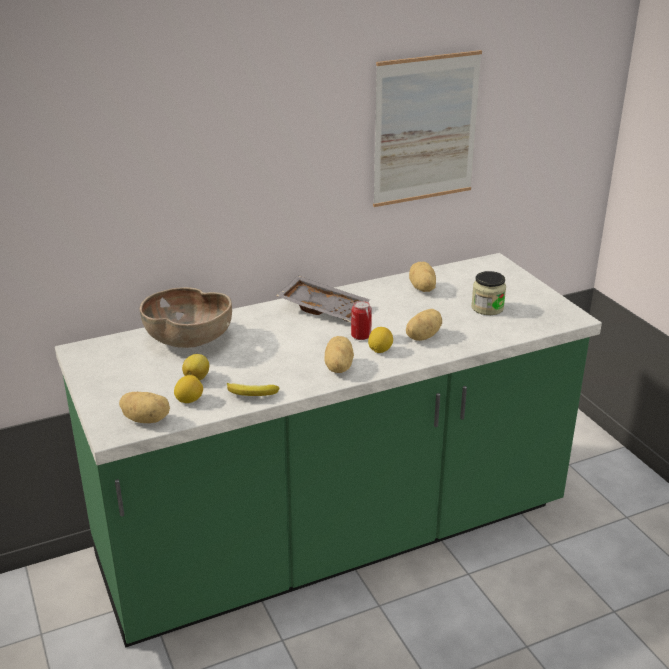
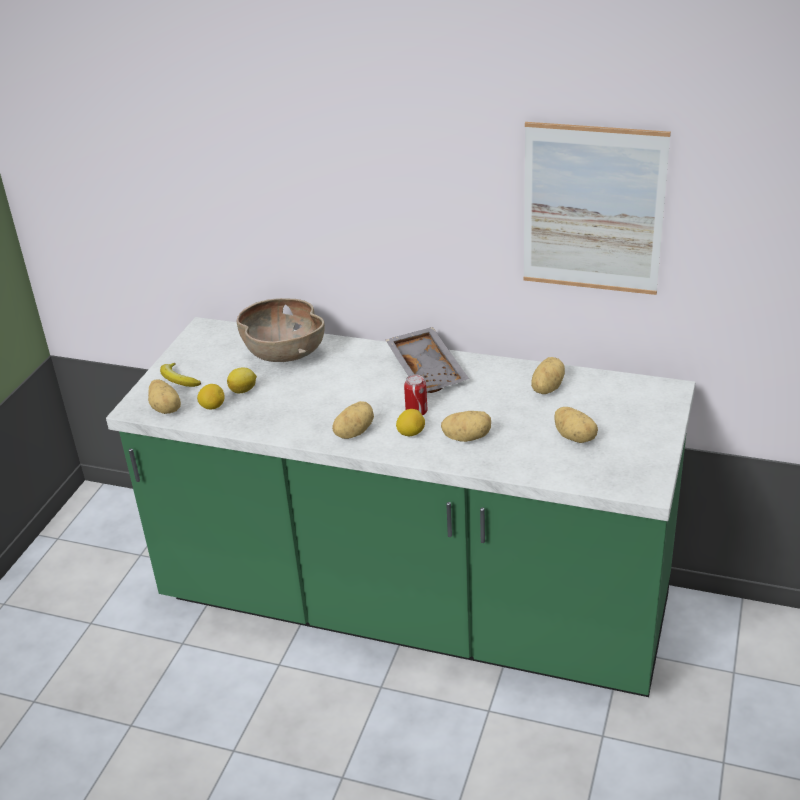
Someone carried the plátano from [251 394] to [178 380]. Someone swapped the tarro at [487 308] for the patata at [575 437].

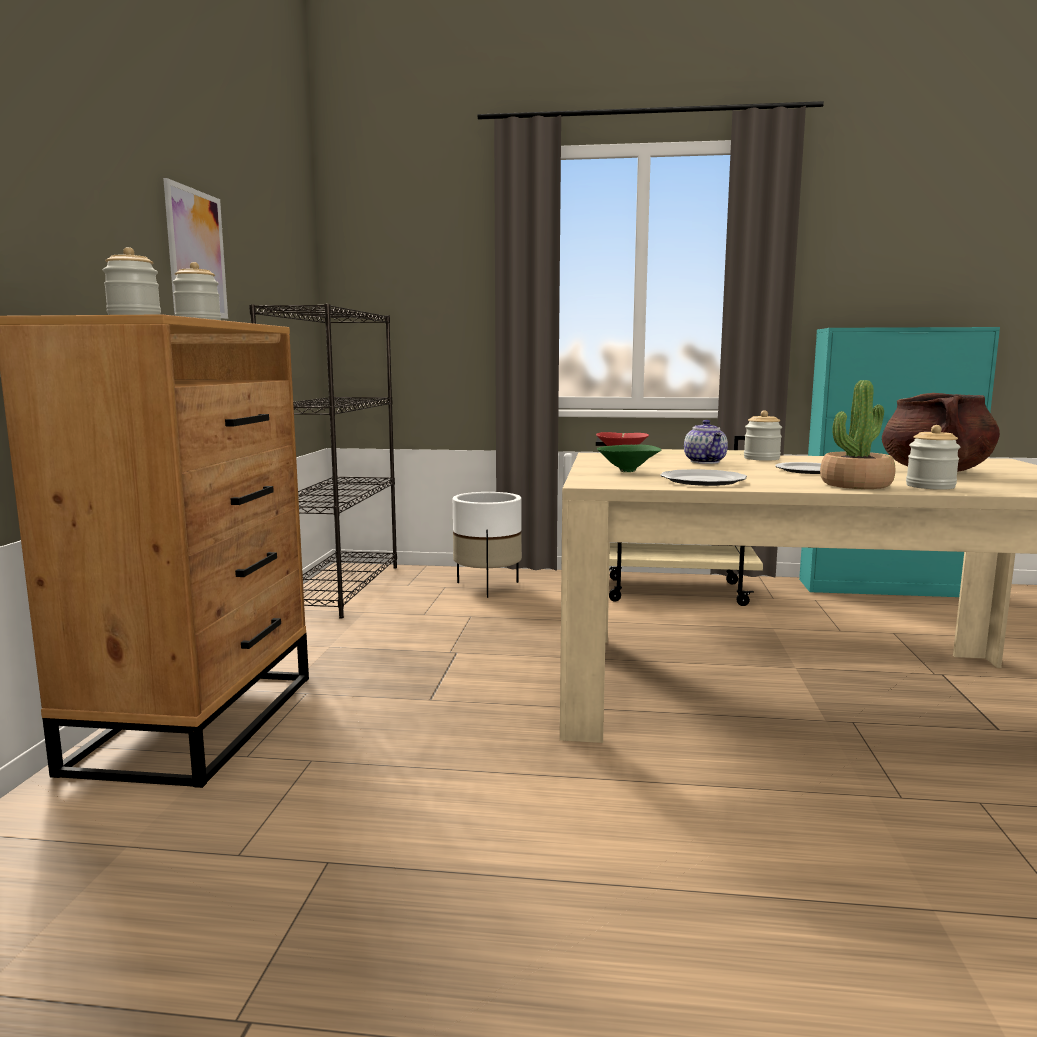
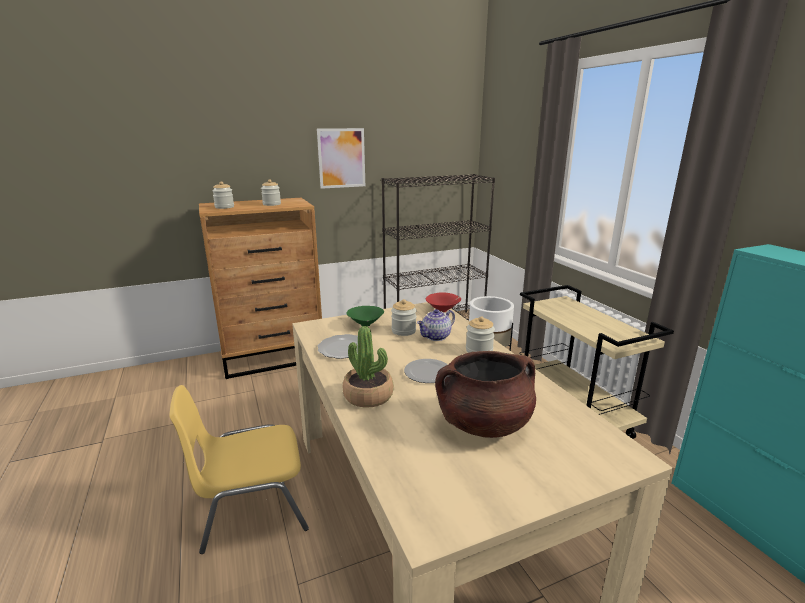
Someone put down the silla/amarillo at [252 507]. Someone carried the tarro from [930 486] to [403 331].

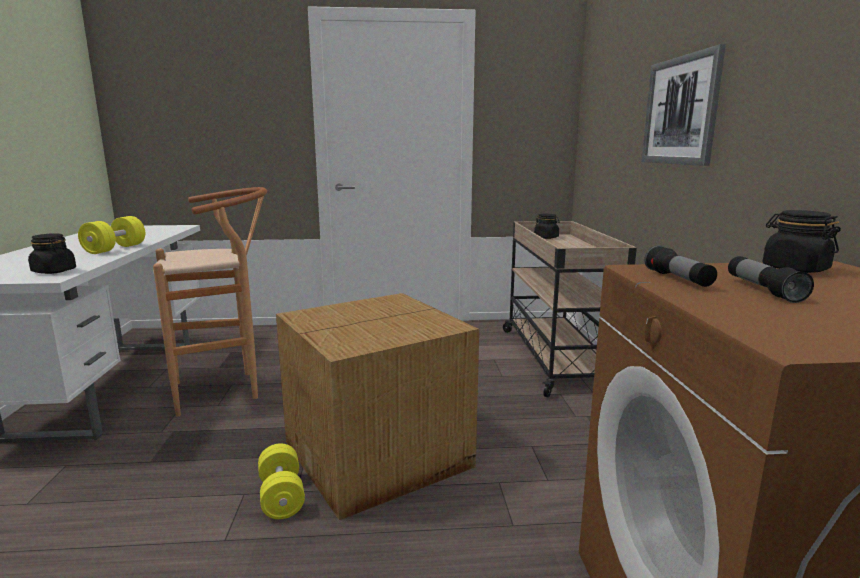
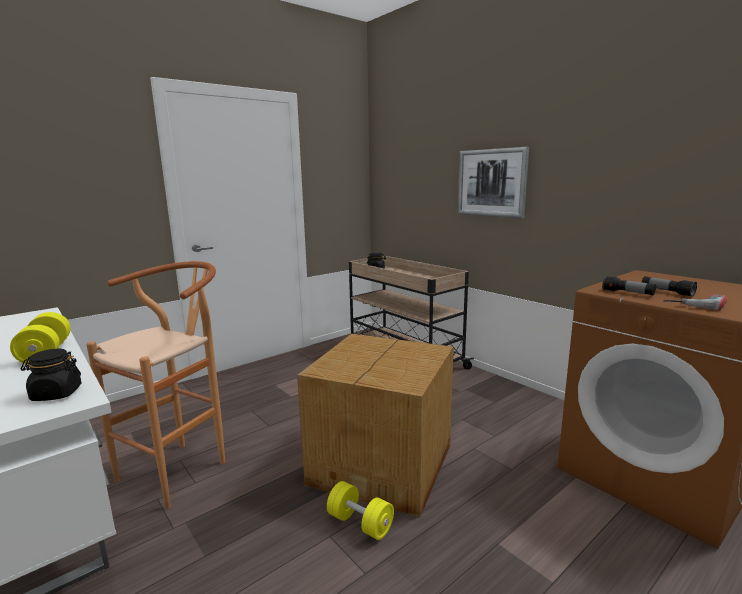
Someone put down the taladro at [695 304]. Someone took away the tarro/negro at [794 269].

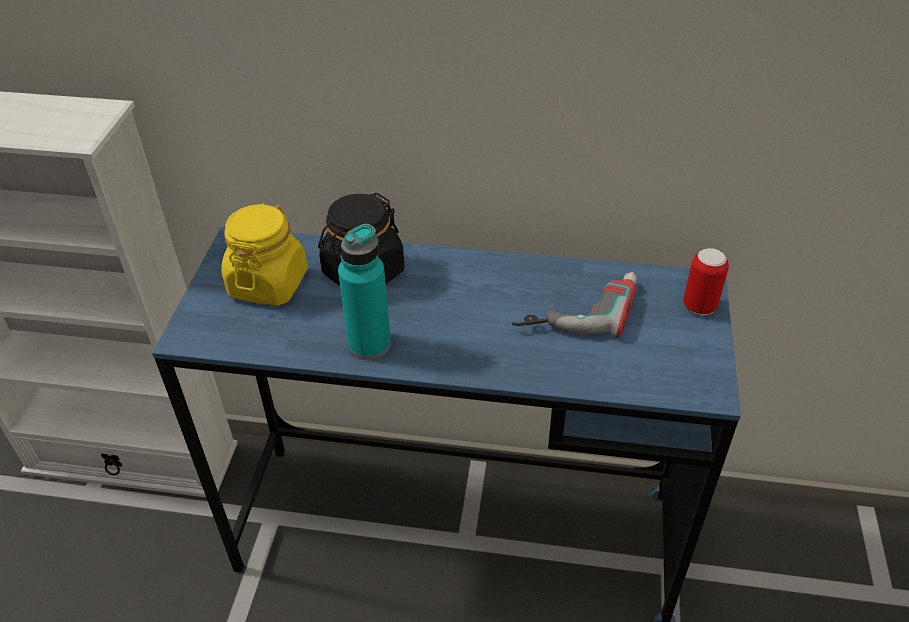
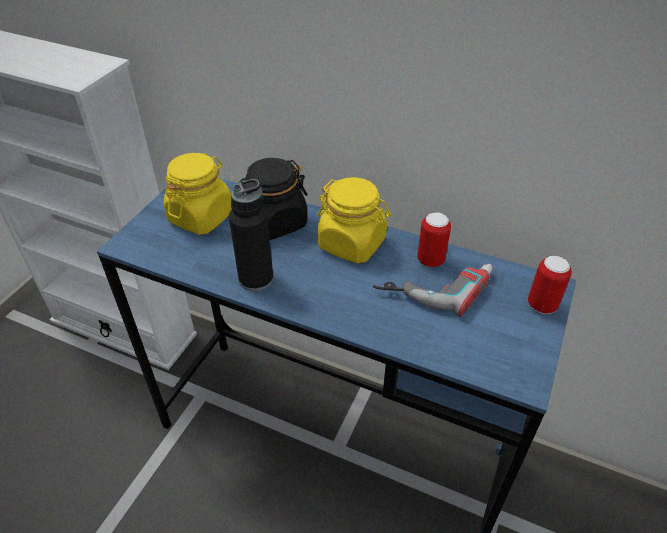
Someone repainted the botella/turquesa at [369 344], which became the botella/negro at [256 279]. Someone put down the tarro/amarillo at [352 244]. Someone put down the lata at [430 260].

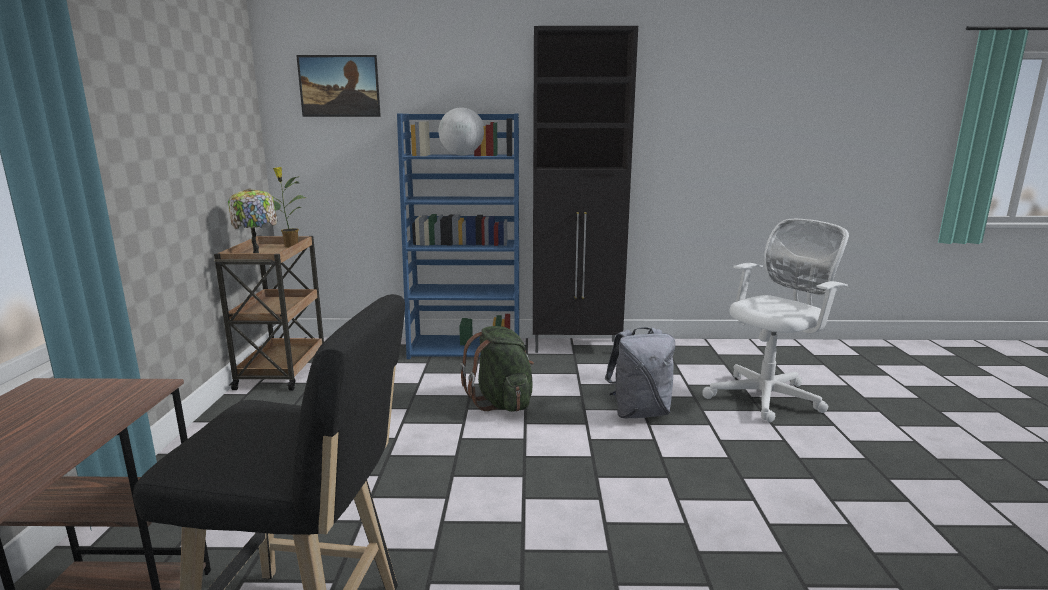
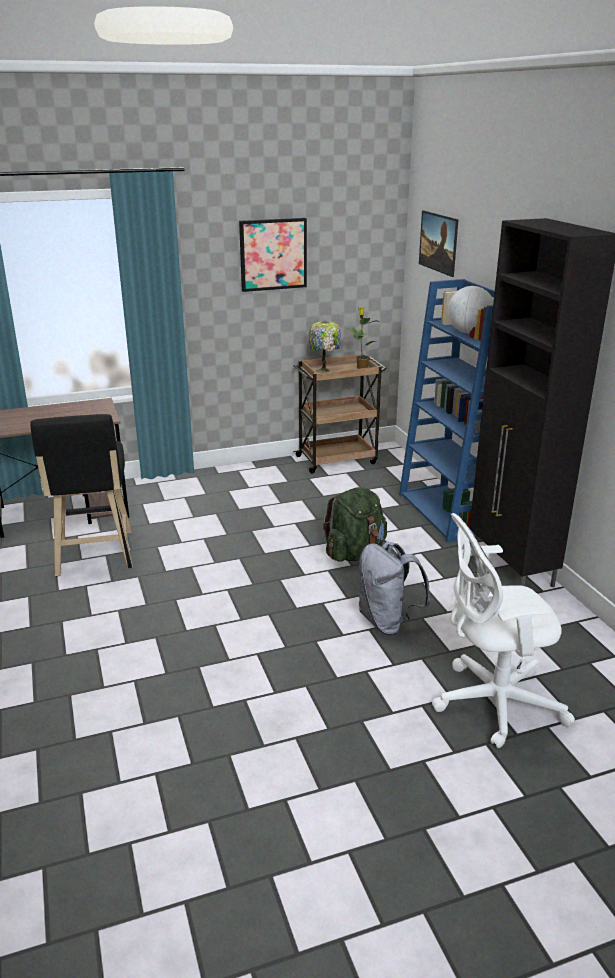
Someone put up the cuadro at [273 254]. Someone rotated the silla de oficina/blanco at [768 396] by 135 degrees clockwise.

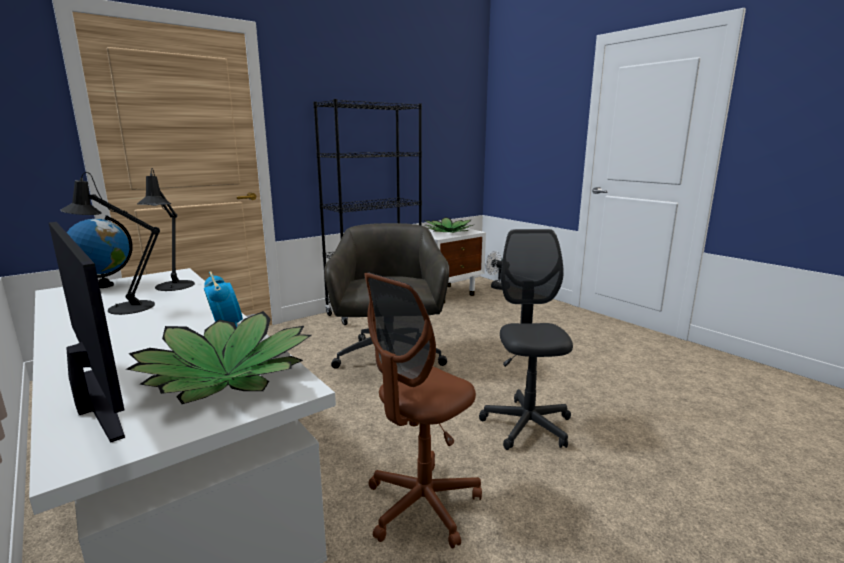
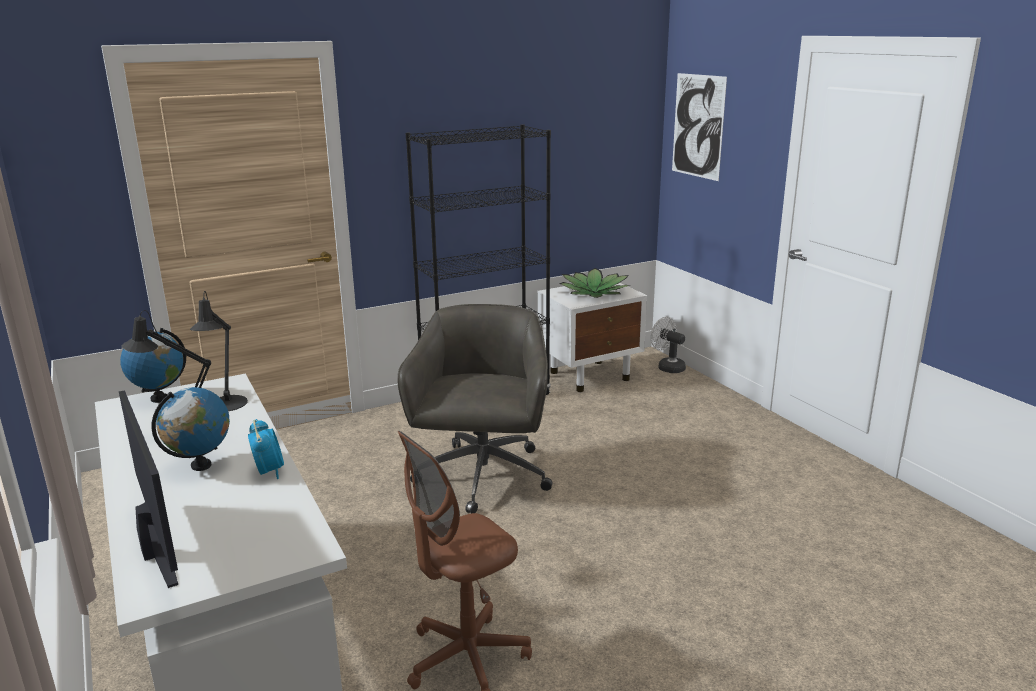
Someone put down the globo terráqueo at [201 465]. Someone put up the cuadro at [698 126]. Someone took away the planta en maceta at [227 375]. Someone took away the silla de oficina/gris at [527 425].

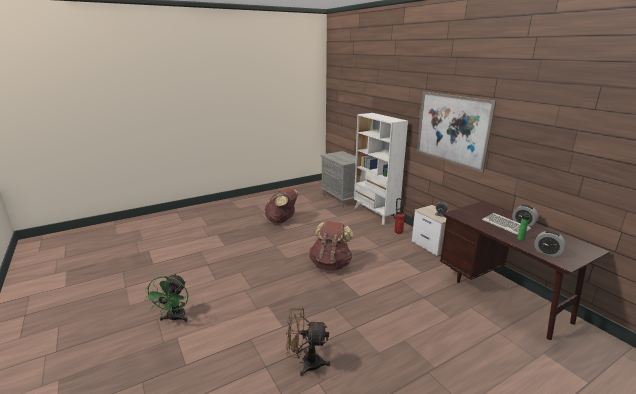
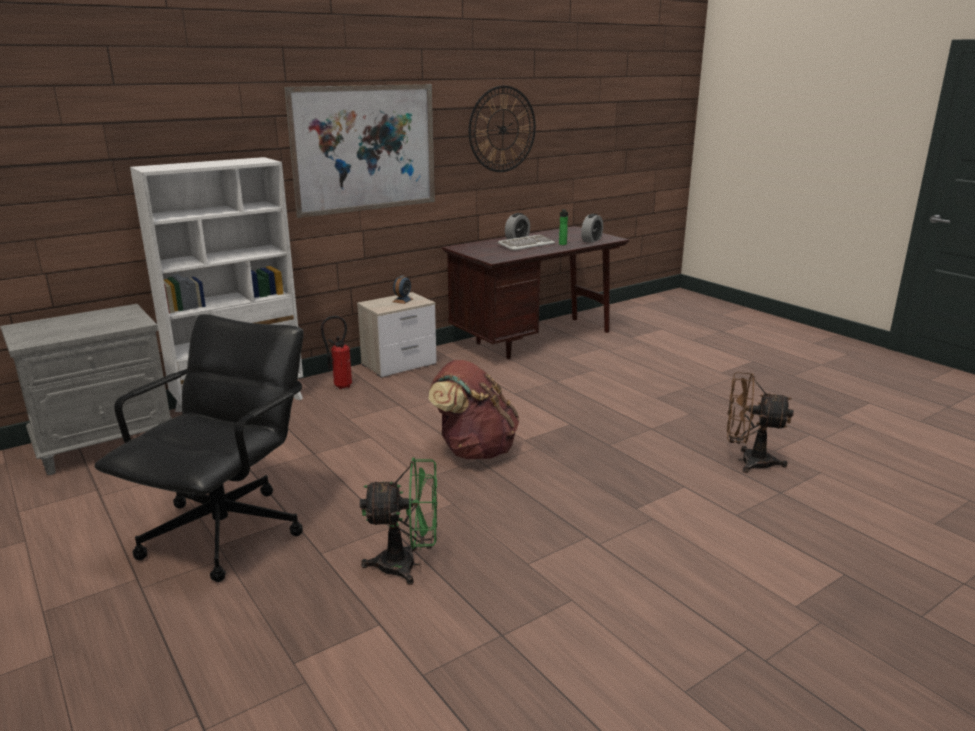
Someone swapped the mochila/marrón at [282 220] for the silla de oficina/negro at [226 532]. Someone carried the ventilador/verde from [174 319] to [407 565]. Someone put up the reloj de pared at [502 129]. Someone rotated the ventilador/marrón at [305 363] by 105 degrees clockwise.

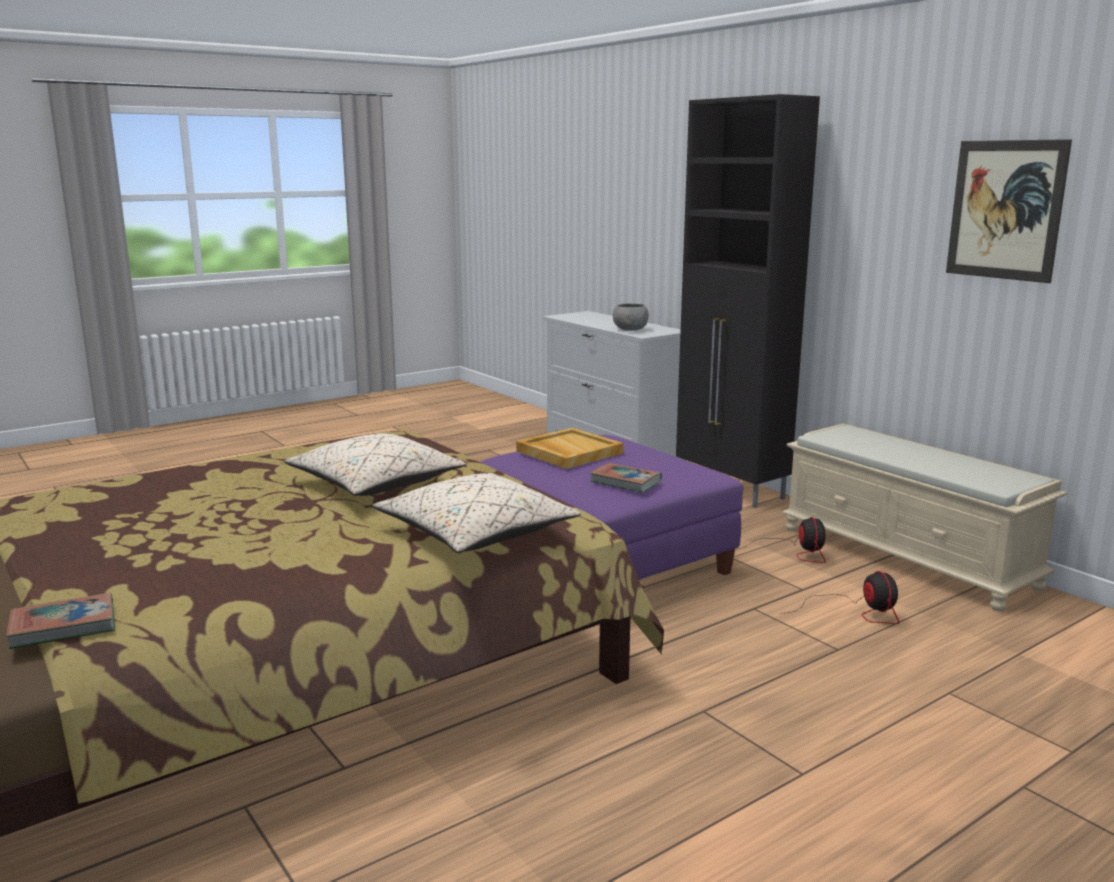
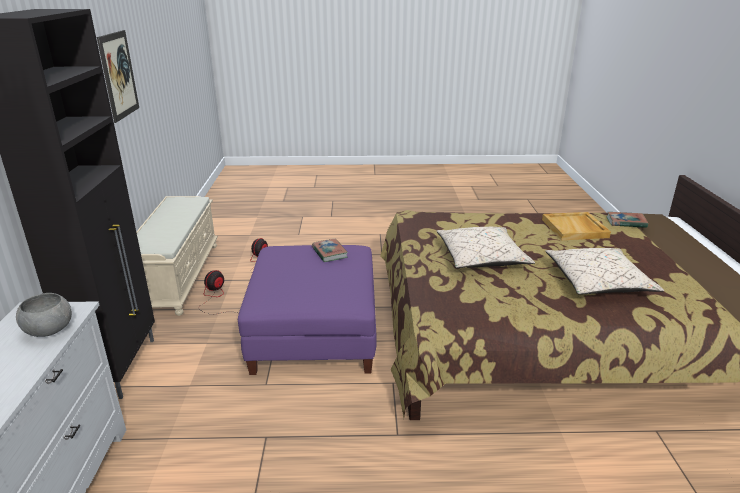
Someone carried the bandeja/beis from [568 452] to [575 228]. Someone carried the cojín/beis from [476 534] to [597 282].

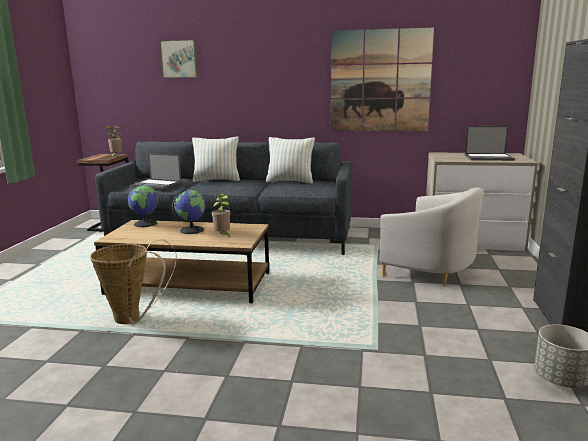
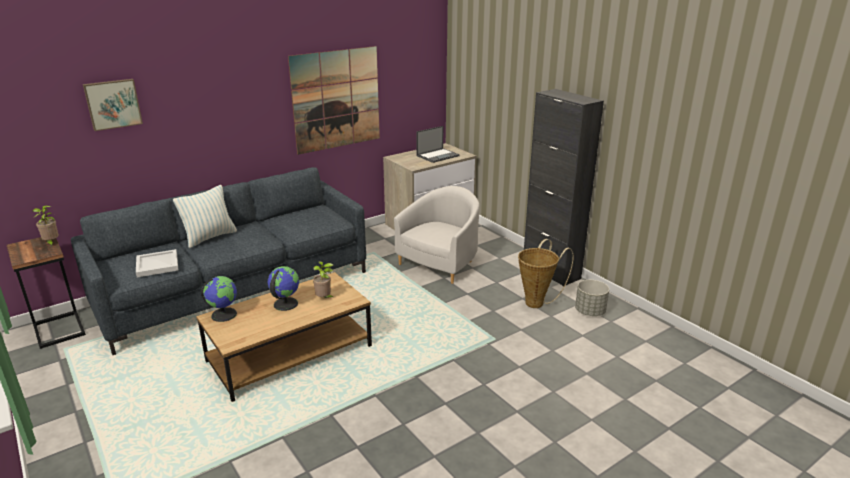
Someone swapped the portátil at [157 184] for the bandeja/blanco at [158 264]. Someone rotated the sillón/blanco at [429 270] by 45 degrees counterclockwise. Someone carried the cesta from [133 319] to [537 302]. Someone took away the cojín at [290 181].

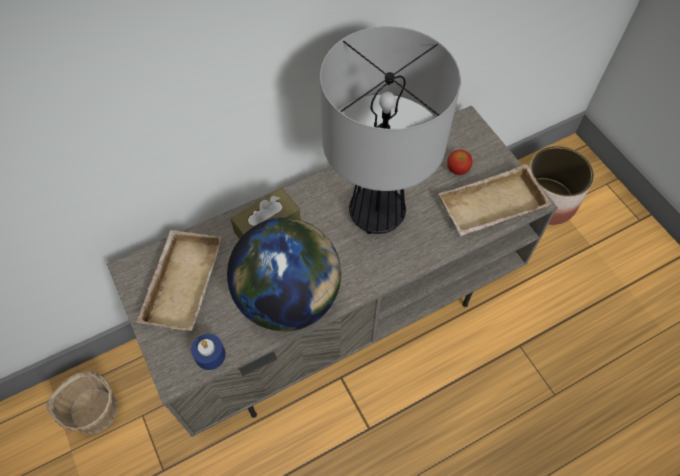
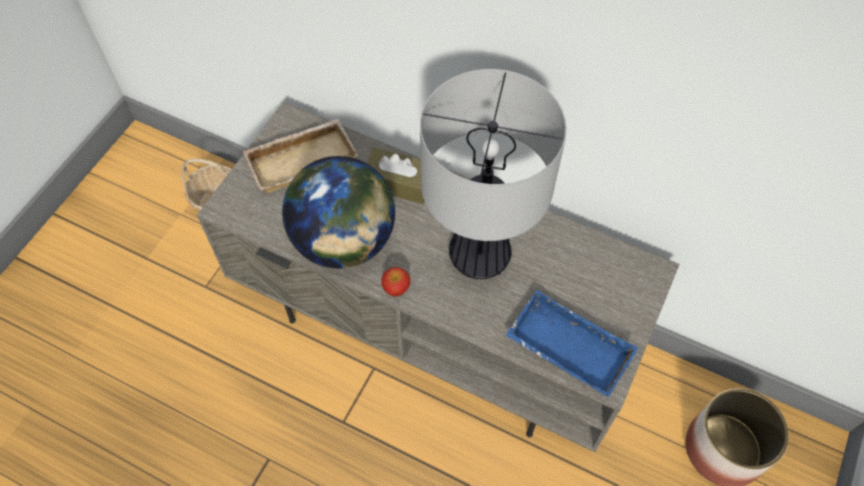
Someone carried the manzana from [457 170] to [396 288]. Someone repainted the bandeja/beis at [491 209], which became the bandeja/azul at [565 349]. Someone took away the vela/azul at [210 355].

